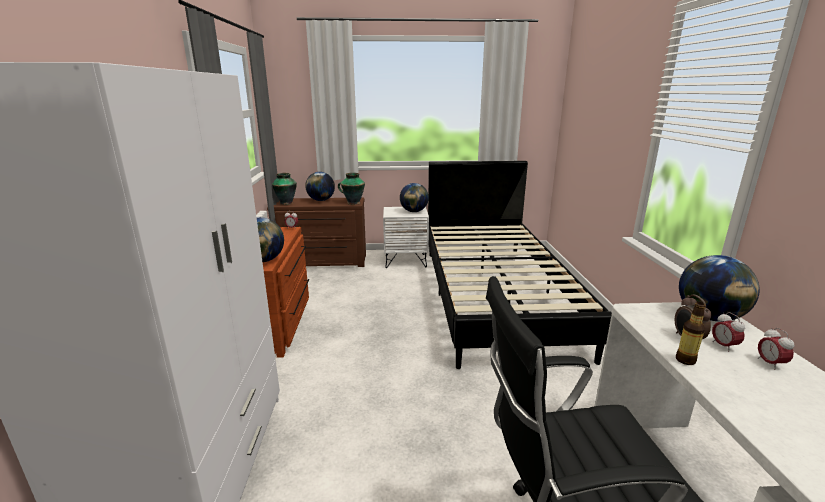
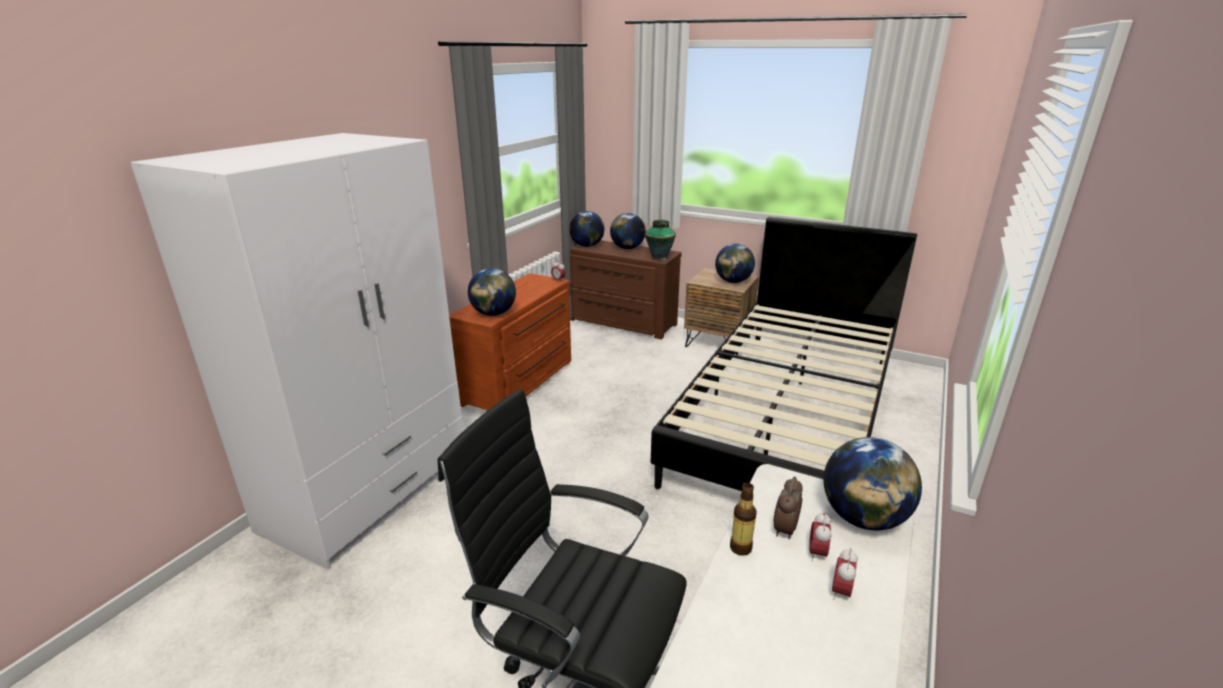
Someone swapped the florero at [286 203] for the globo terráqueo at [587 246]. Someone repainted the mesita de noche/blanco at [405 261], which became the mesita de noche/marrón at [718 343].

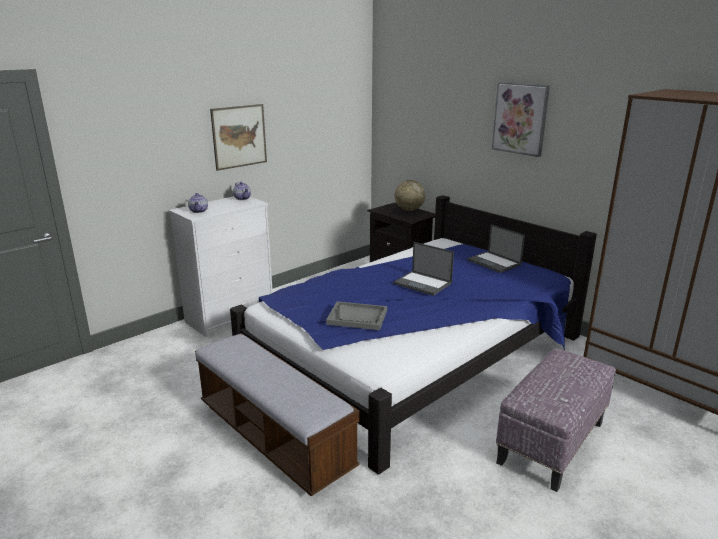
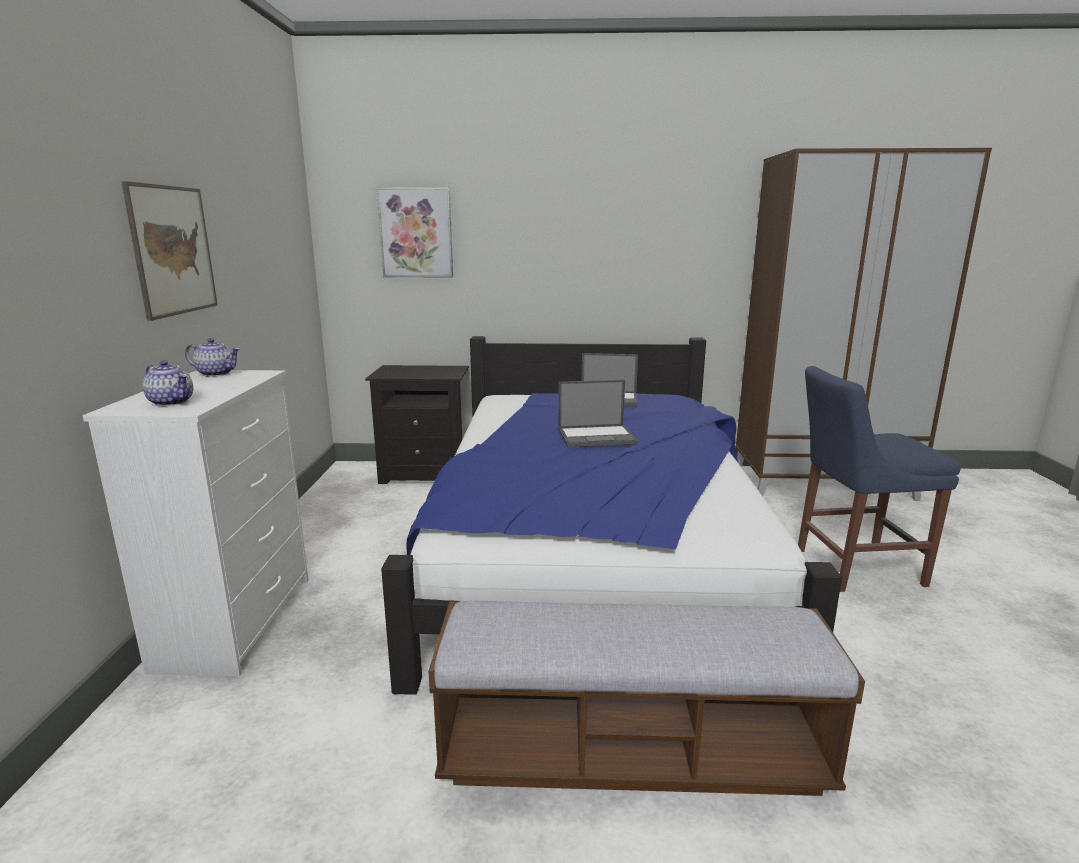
Someone carried the cuadro from [520 118] to [416 233]. Someone swapped the puf at [550 442] for the silla/azul at [852 567]. Someone took away the bandeja/gris at [357 317]. Someone took away the globo terráqueo at [409 210].

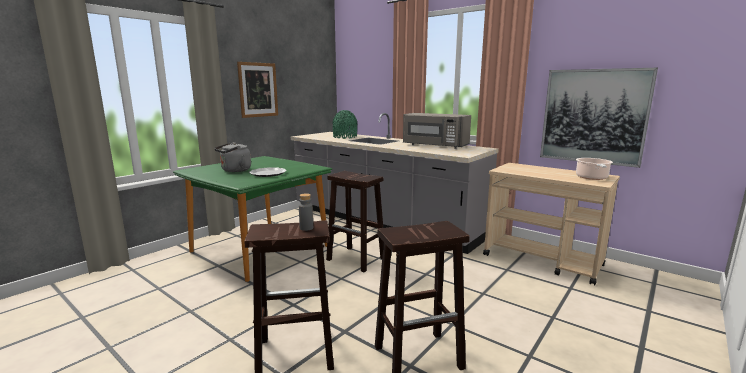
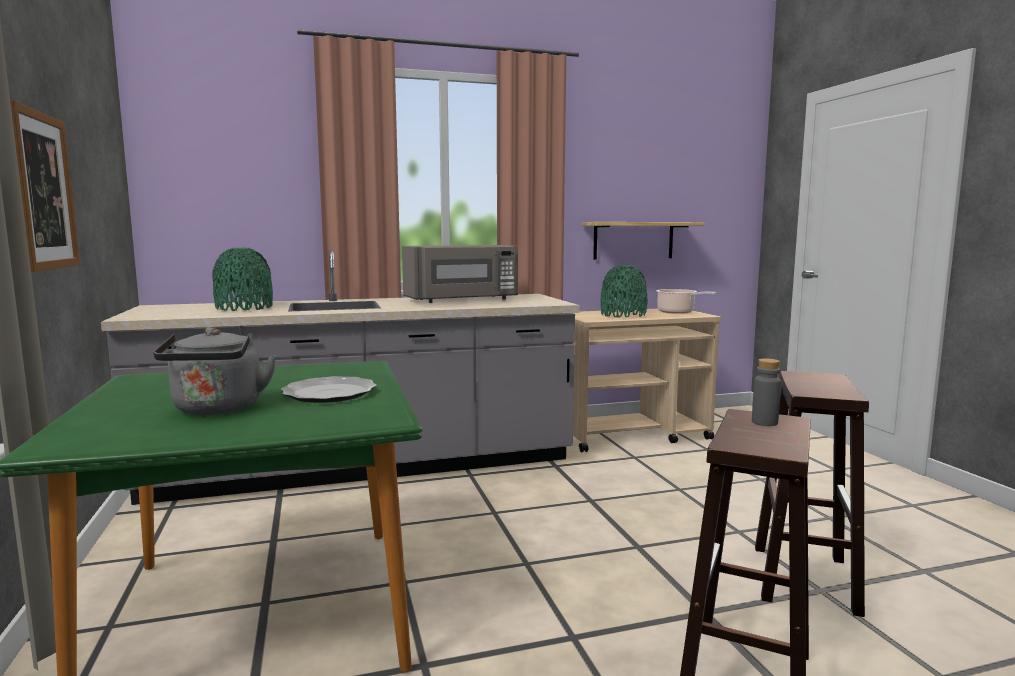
Someone swapped the cuadro at [593 116] for the estante at [633 240]. Someone put down the florero/verde at [623 315]. Someone took away the taburete/marrón at [357 259].

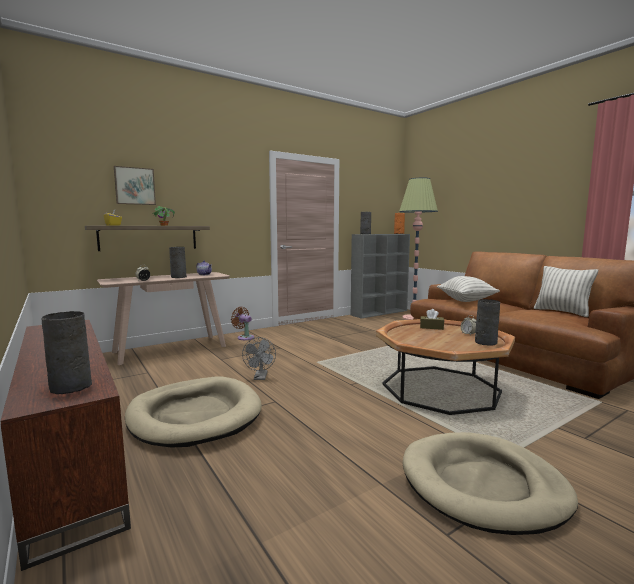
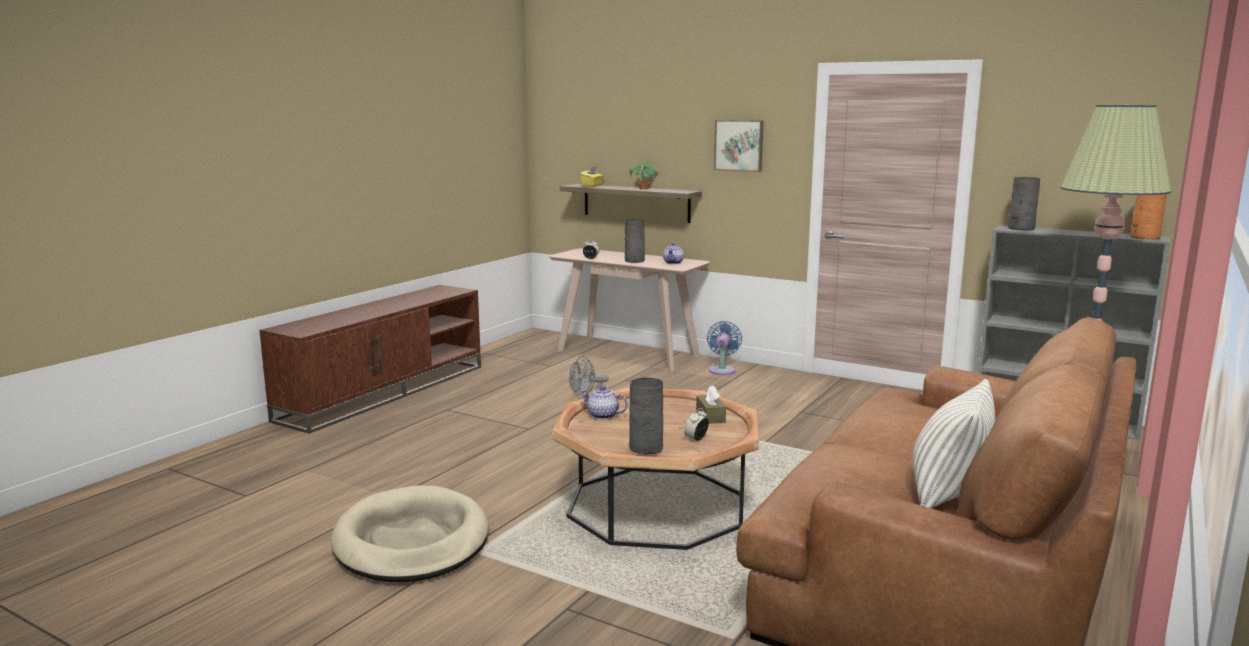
Someone put down the tetera at [602 416]. Someone repainted the ventilador/marrón at [244 337], which became the ventilador/azul at [722 370]. Someone carried the cuadro from [134 186] to [739 145]. Someone took away the florero/gris at [70 386]. Someone took away the cama para perro/beis at [195 415]. Someone took away the cojín at [466 300].

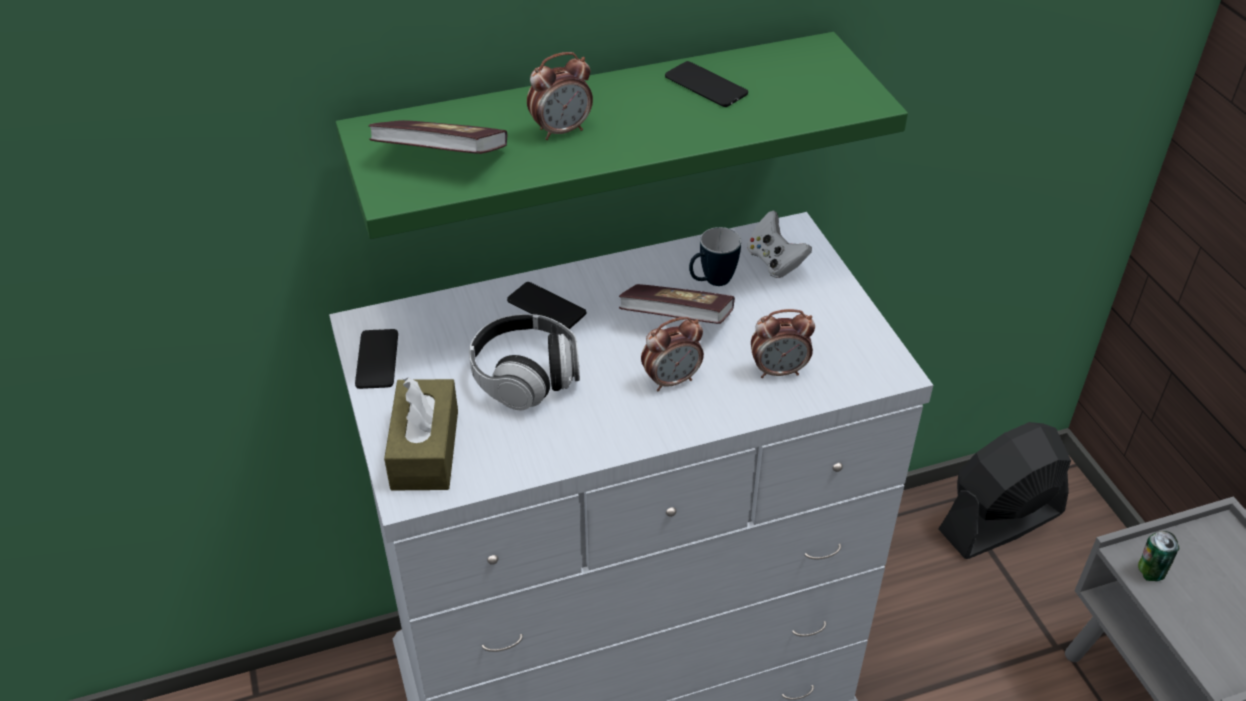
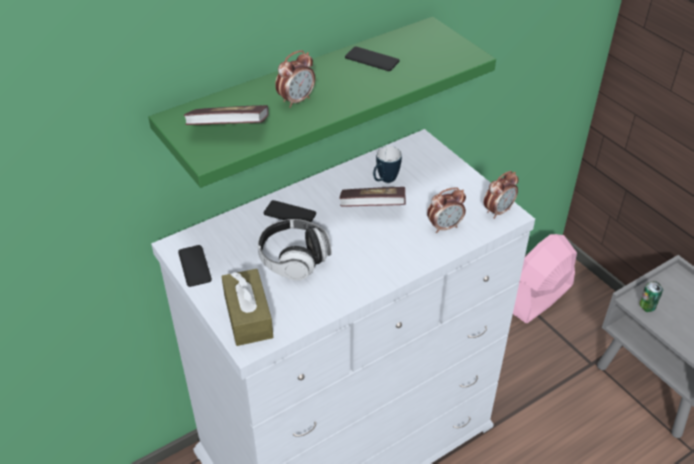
Someone carried the despertador from [671 380] to [498 211]. Someone repainted the ventilador/negro at [1000 522], which became the ventilador/rosa at [539 297]. Someone took away the mando de consola/blanco at [774 262].

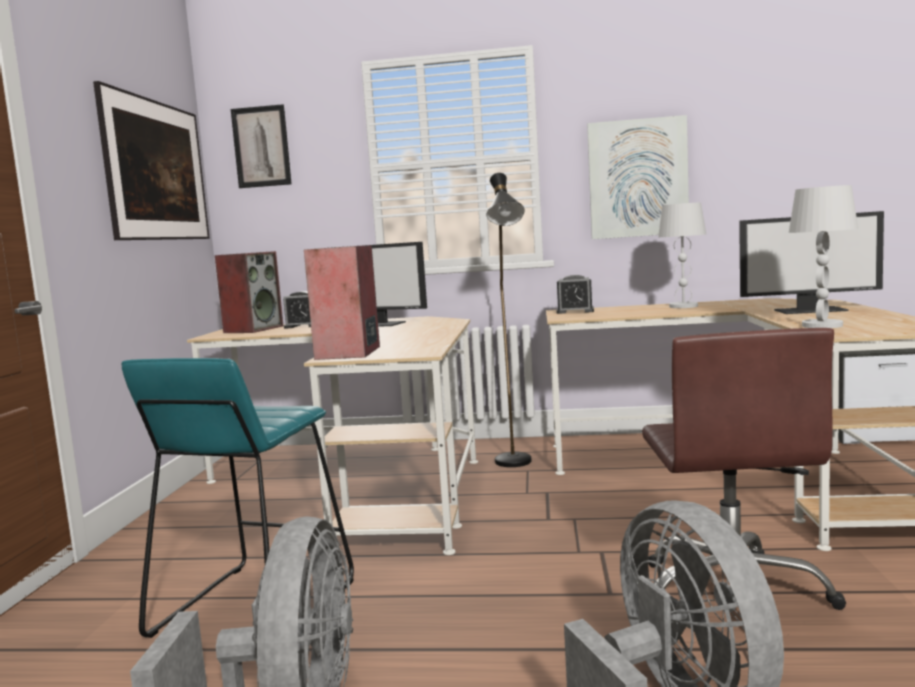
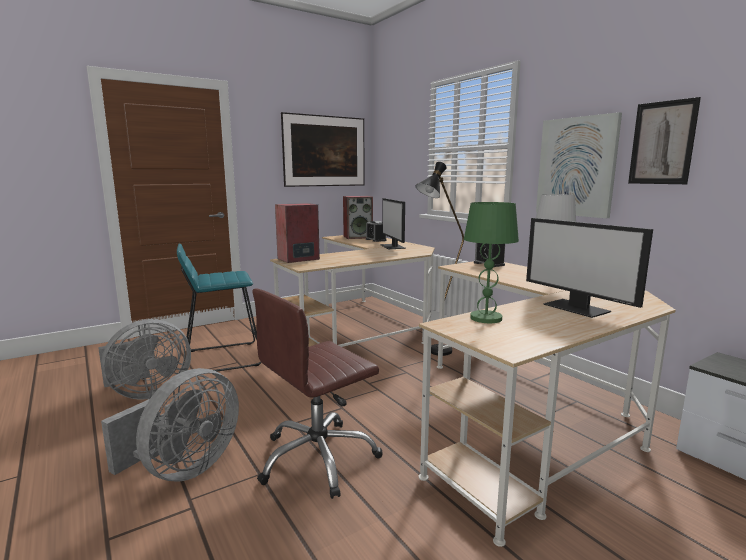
Someone repainted the lámpara de mesa/blanco at [822 326], which became the lámpara de mesa/verde at [485 318]. Someone carried the cuadro from [261 147] to [662 143].

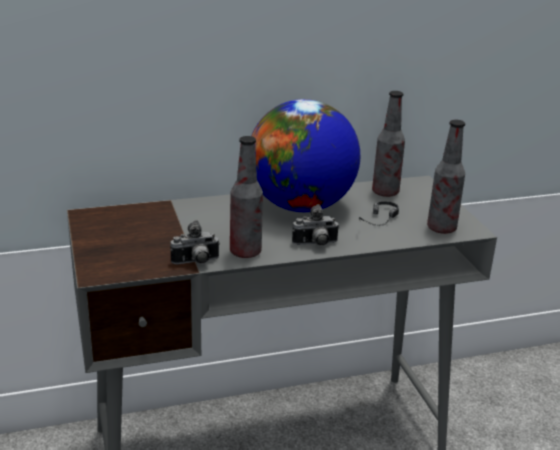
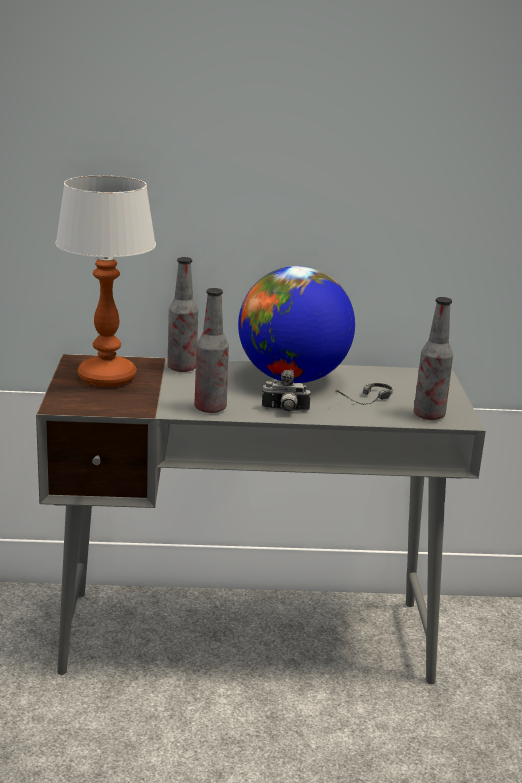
Someone put down the lámpara de mesa at [107 377]. Someone carried the botella from [385 192] to [182 368]. Someone took away the cámara at [196 263].

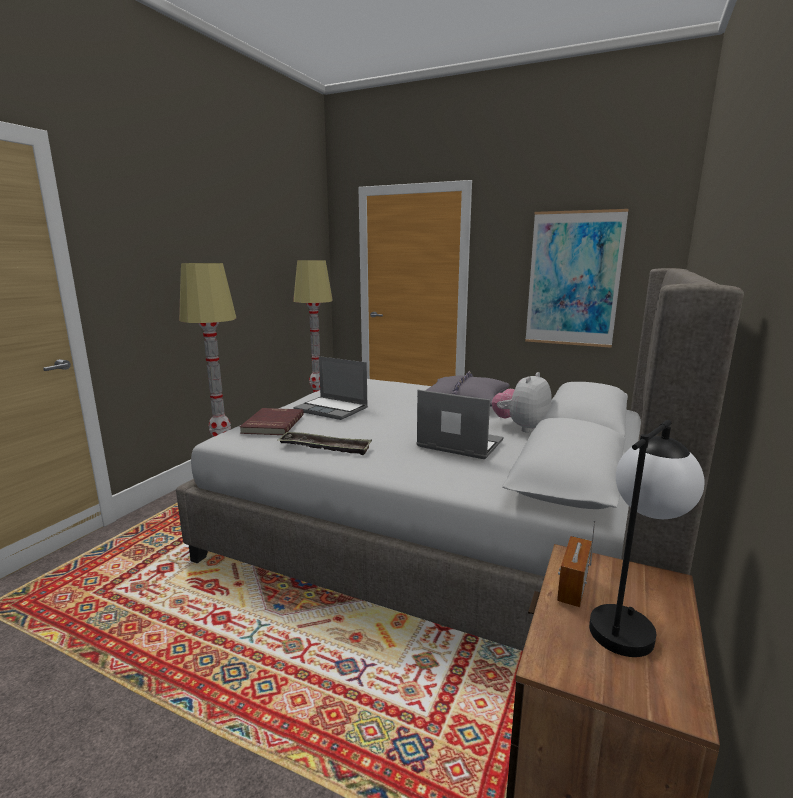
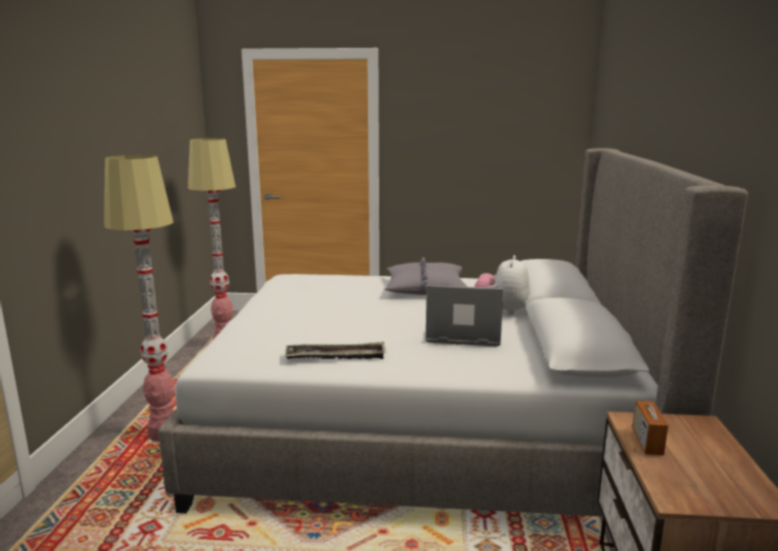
Someone took away the libro/rojo at [272 424]. Someone took away the portátil at [332 409]. Someone took away the cuadro at [573 279]. Someone took away the lámpara de mesa at [630 620].

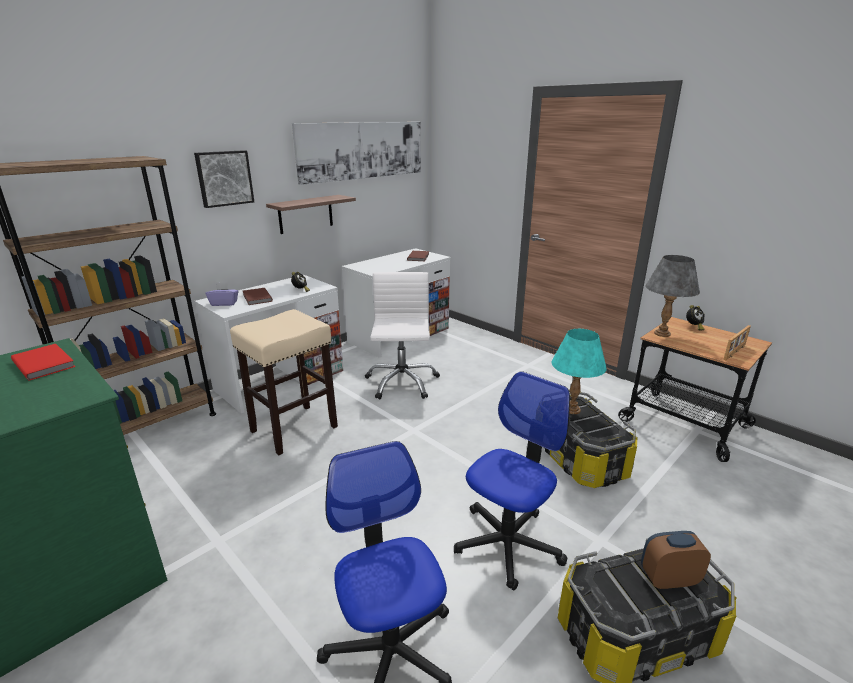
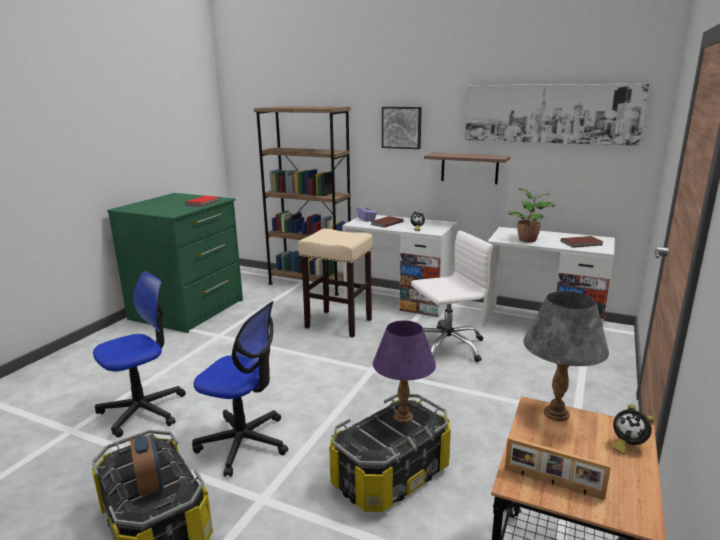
Someone repainted the lámpara de mesa/turquesa at [571 409], which became the lámpara de mesa/morado at [403 416]. Someone put down the planta en maceta at [528 240].

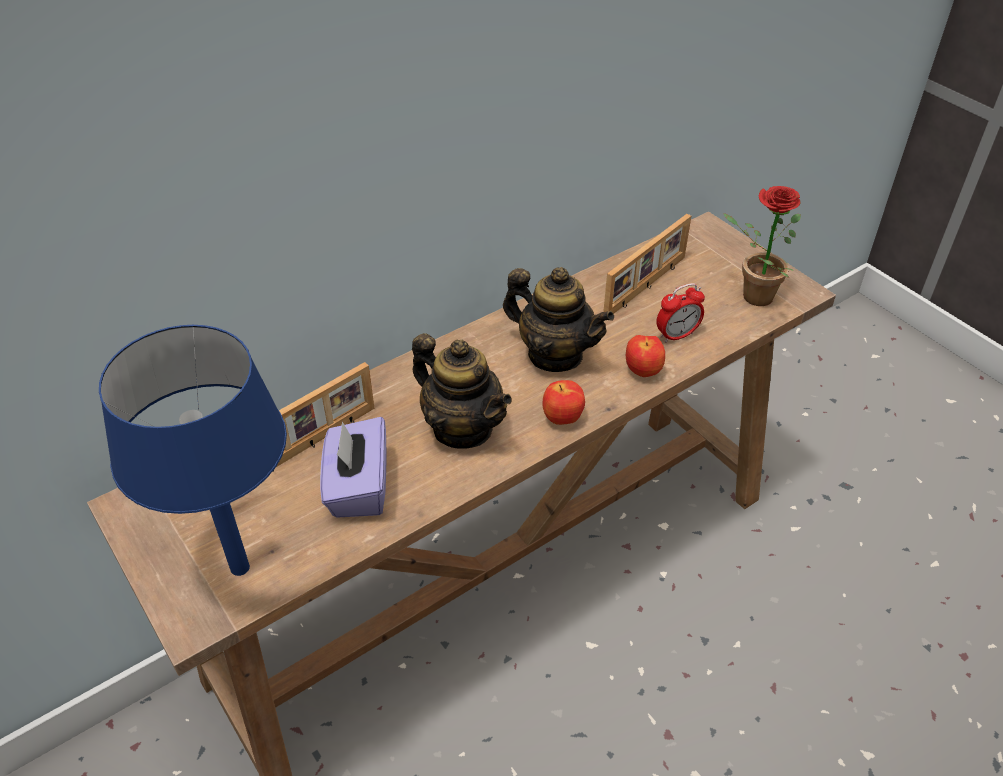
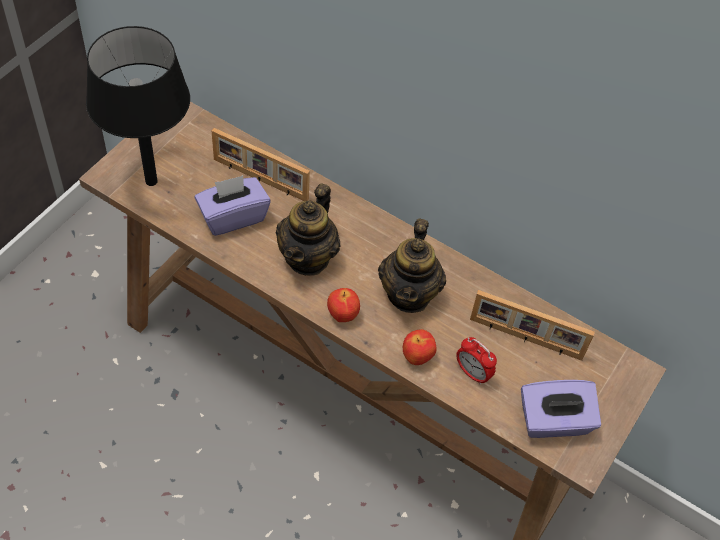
Someone repainted the lámpara de mesa/azul at [240 567], which became the lámpara de mesa/negro at [151 181]. Someone swapped the planta en maceta at [751 296] for the caja de pañuelos/morado at [554 421].

